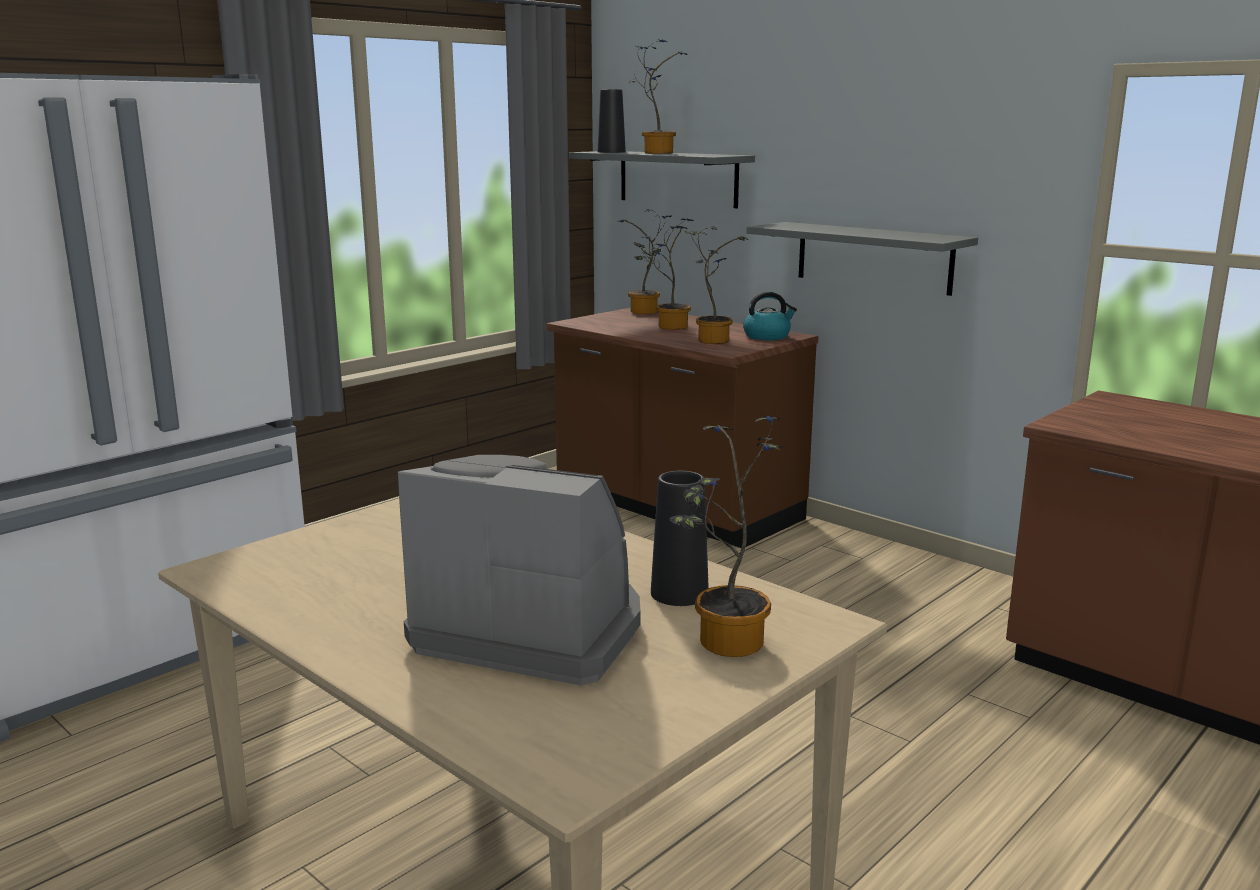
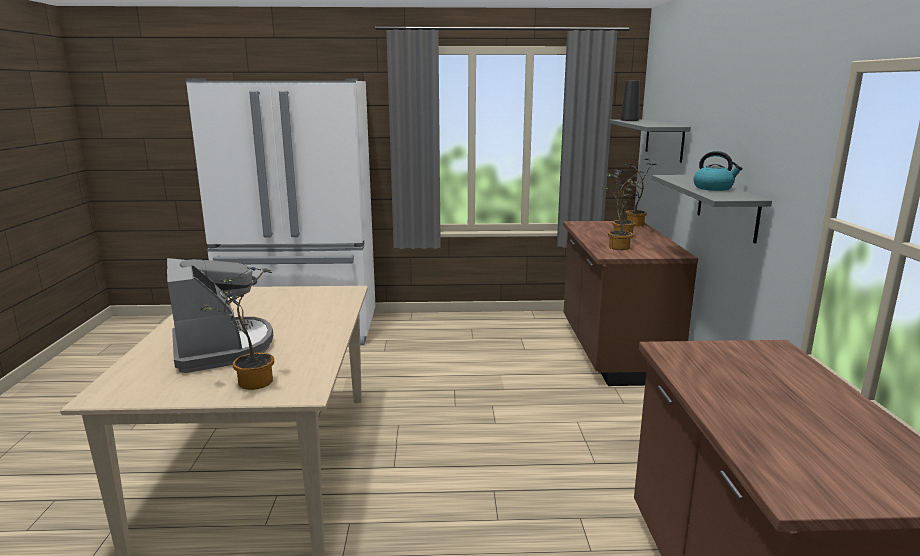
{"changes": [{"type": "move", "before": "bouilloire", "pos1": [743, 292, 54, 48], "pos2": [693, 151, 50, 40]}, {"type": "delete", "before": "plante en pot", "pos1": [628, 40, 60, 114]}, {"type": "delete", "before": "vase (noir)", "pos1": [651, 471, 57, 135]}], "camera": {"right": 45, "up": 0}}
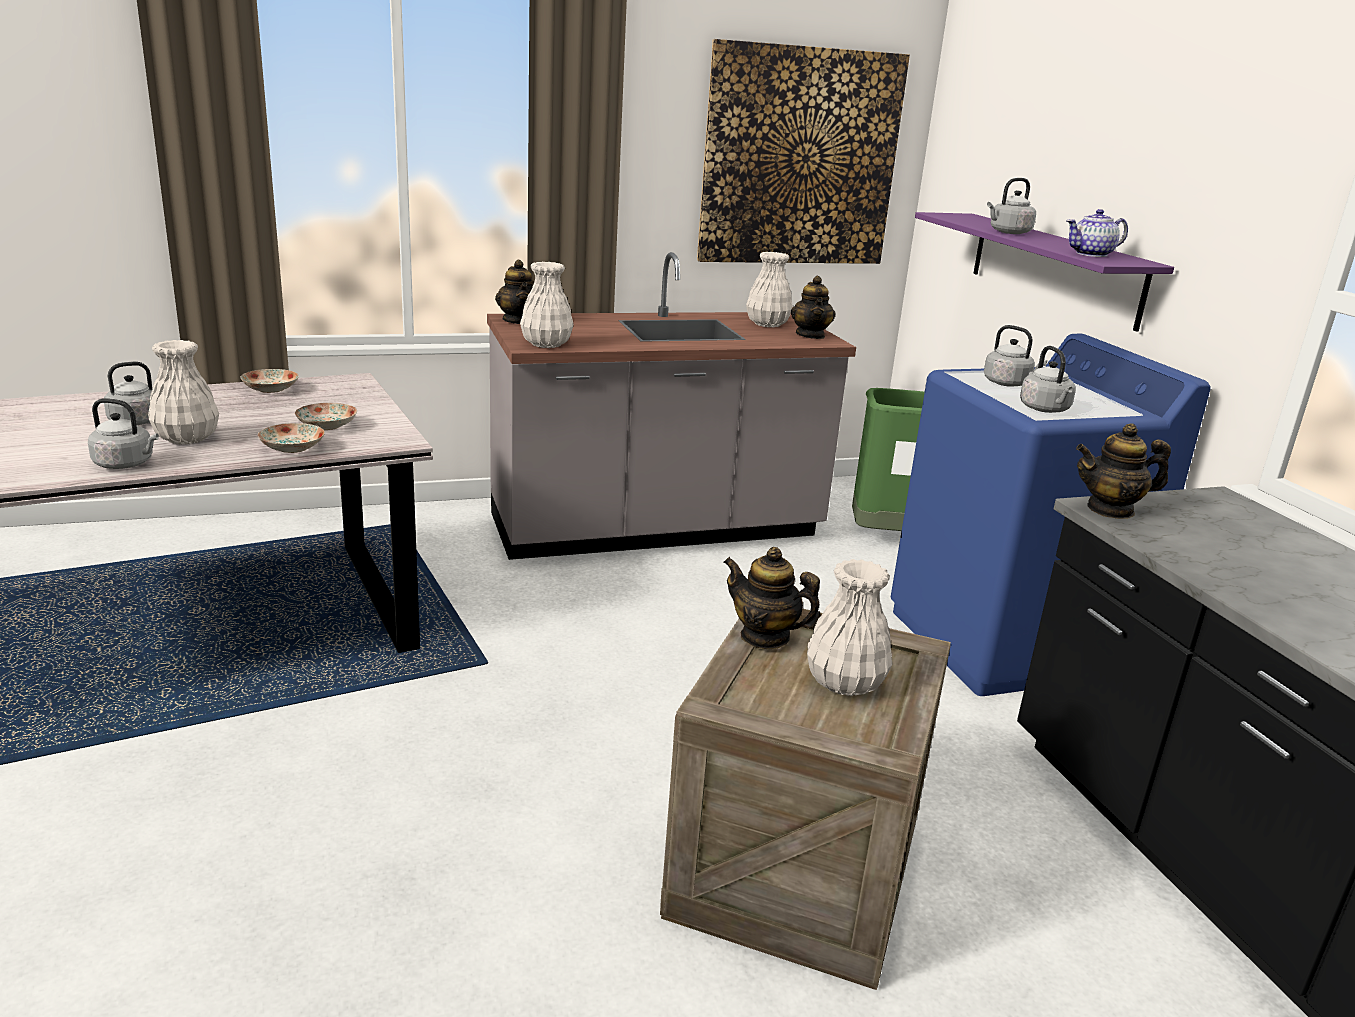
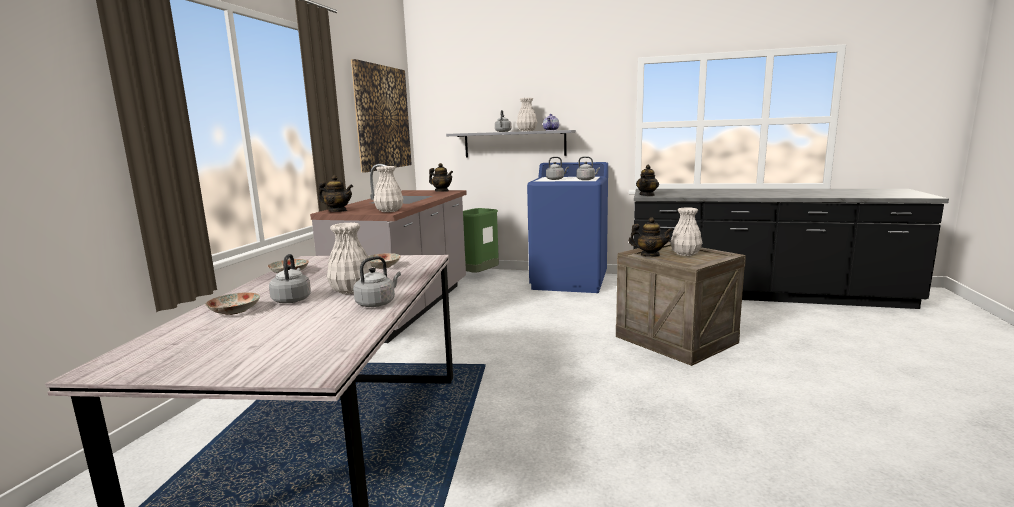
{"changes": [{"type": "move", "before": "assiette", "pos1": [258, 423, 67, 30], "pos2": [205, 292, 55, 23]}, {"type": "recolor", "before": "étagère (violet)", "after": "étagère (gris)", "pos1": [915, 212, 259, 120], "pos2": [446, 130, 130, 28]}, {"type": "move", "before": "vase (blanc)", "pos1": [746, 252, 47, 75], "pos2": [517, 98, 20, 33]}, {"type": "rotate", "before": "théière", "pos1": [723, 547, 98, 102], "pos2": [629, 217, 44, 40], "turn": -135}], "camera": {"right": -55, "up": -10}}
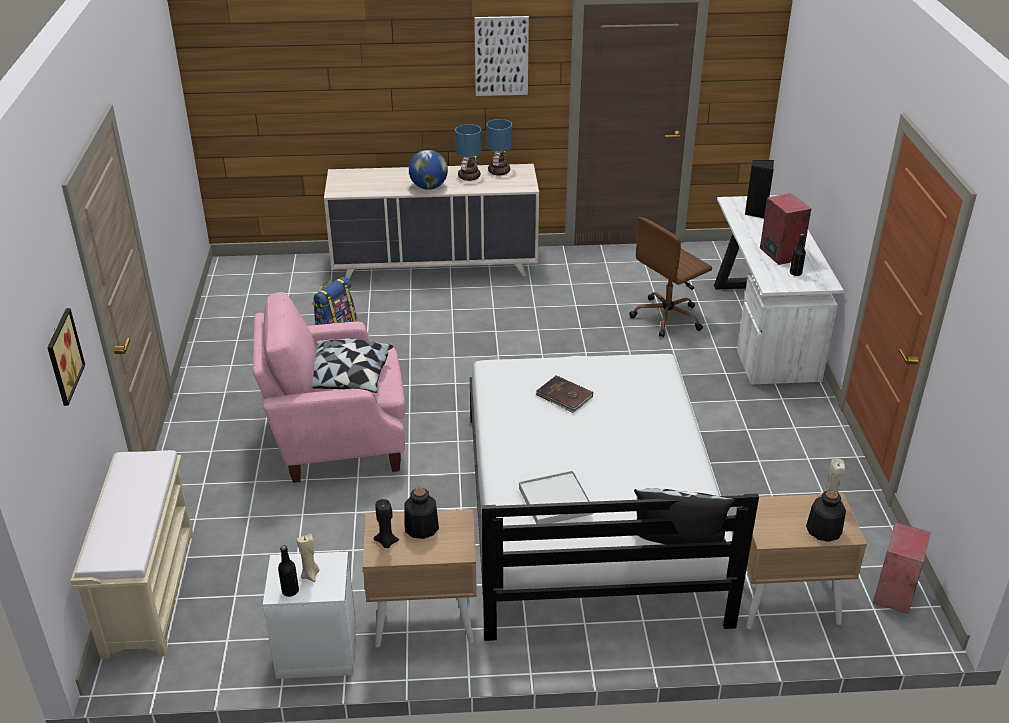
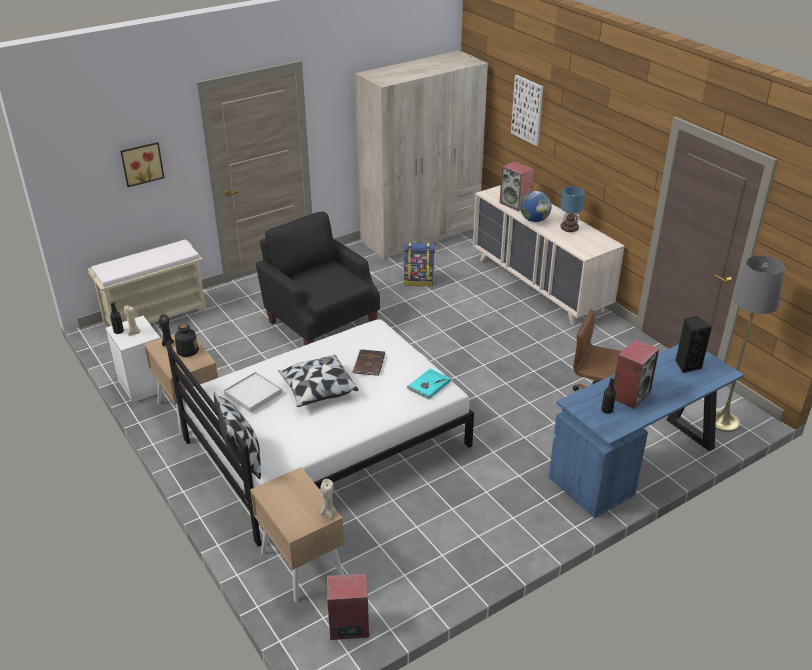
{"changes": [{"type": "recolor", "before": "fauteuil (rose)", "after": "fauteuil (noir)", "pos1": [253, 292, 153, 191], "pos2": [256, 212, 124, 133]}, {"type": "move", "before": "coussin", "pos1": [312, 338, 81, 55], "pos2": [278, 355, 81, 52]}, {"type": "insert", "after": "armoire (beige)", "pos2": [355, 50, 133, 209]}, {"type": "insert", "after": "livre (turquoise)", "pos2": [406, 369, 45, 30]}, {"type": "insert", "after": "enceinte", "pos2": [500, 161, 34, 50]}, {"type": "move", "before": "tableau", "pos1": [474, 16, 55, 80], "pos2": [511, 75, 32, 71]}, {"type": "recolor", "before": "bureau (blanc)", "after": "bureau (bleu)", "pos1": [714, 195, 130, 190], "pos2": [549, 344, 195, 174]}, {"type": "insert", "after": "lampadaire (gris)", "pos2": [715, 255, 70, 177]}, {"type": "delete", "before": "lampe de table", "pos1": [486, 119, 26, 56]}, {"type": "delete", "before": "bouteille", "pos1": [806, 490, 40, 52]}], "camera": {"right": 60, "up": 0}}
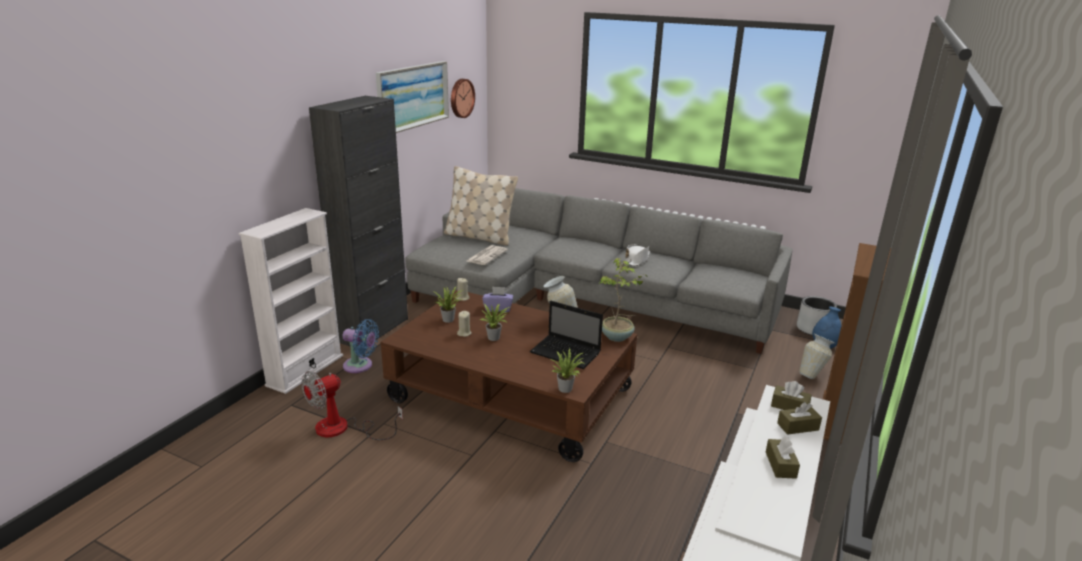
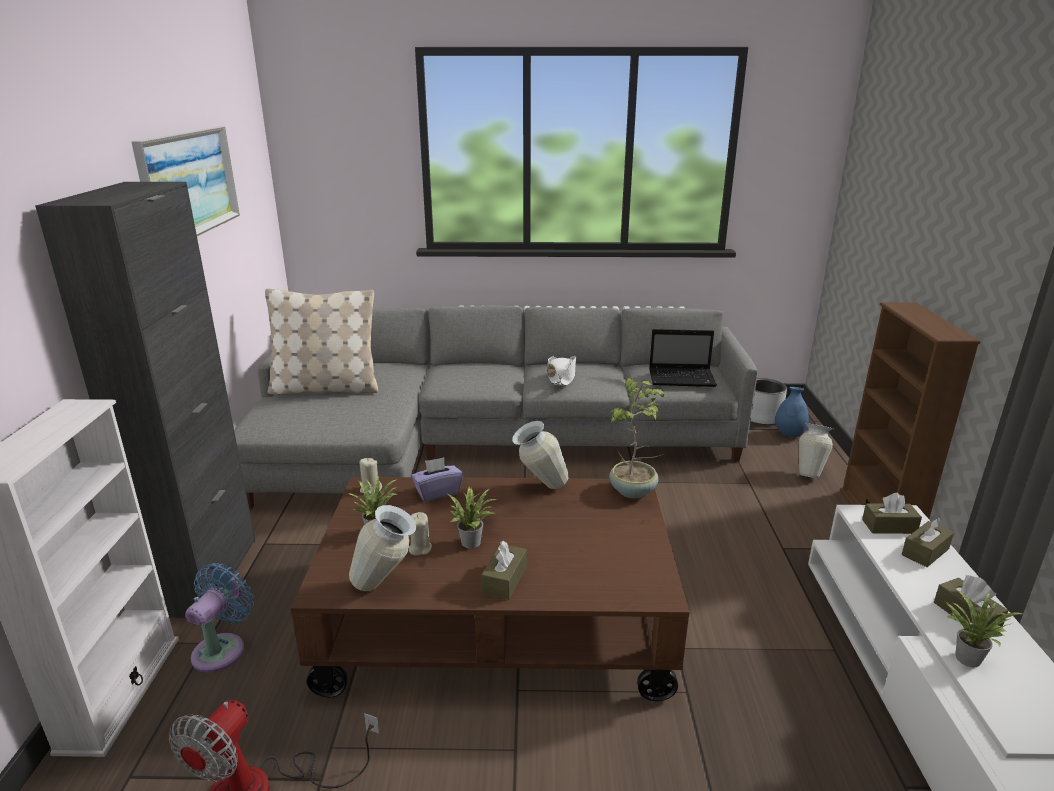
{"changes": [{"type": "rotate", "before": "ventilateur (bleu)", "pos1": [342, 319, 37, 54], "pos2": [185, 563, 69, 110], "turn": -60}, {"type": "insert", "after": "vase", "pos2": [349, 505, 67, 86]}, {"type": "insert", "after": "boîte à mouchoirs (marron)", "pos2": [481, 540, 46, 60]}, {"type": "move", "before": "ordinateur portable", "pos1": [530, 301, 73, 68], "pos2": [649, 329, 68, 58]}, {"type": "move", "before": "plante en pot", "pos1": [550, 348, 36, 45], "pos2": [946, 591, 78, 77]}, {"type": "delete", "before": "horloge murale", "pos1": [451, 79, 24, 39]}, {"type": "delete", "before": "journal", "pos1": [467, 245, 41, 20]}], "camera": {"right": -25, "up": 0}}
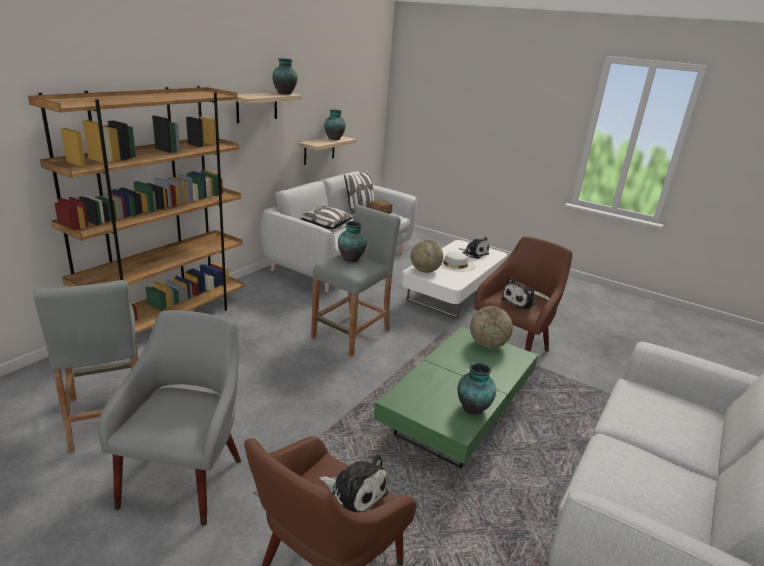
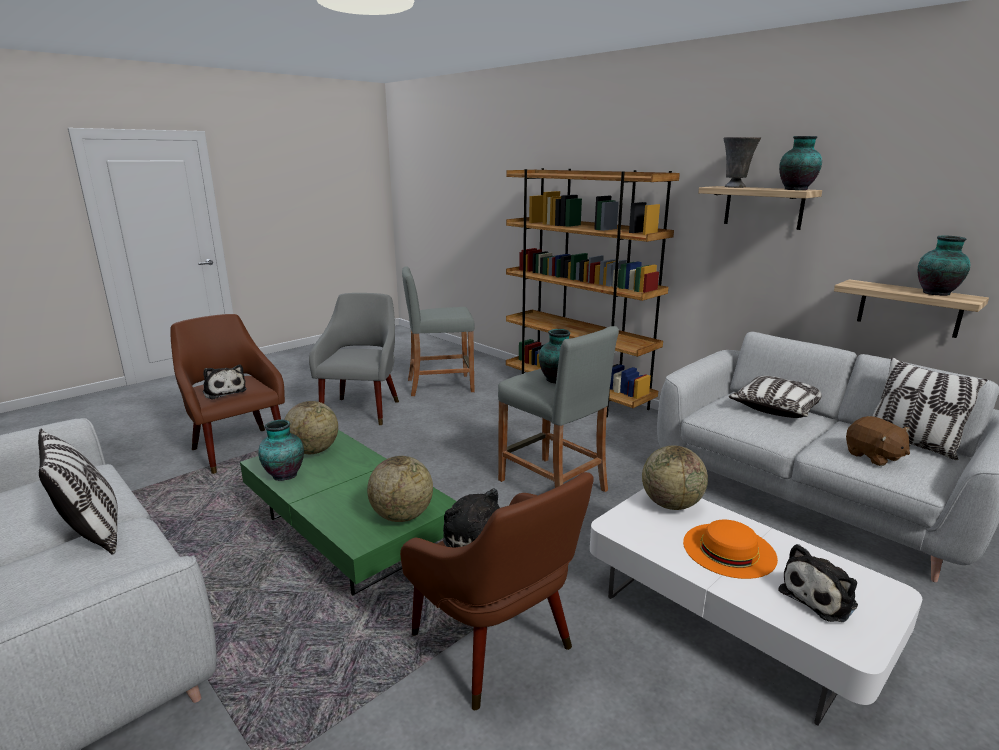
{"changes": [{"type": "insert", "after": "coussin", "pos2": [38, 429, 80, 126]}, {"type": "rotate", "before": "peluche", "pos1": [319, 454, 69, 58], "pos2": [203, 365, 43, 34], "turn": -90}, {"type": "insert", "after": "globe", "pos2": [284, 401, 54, 53]}, {"type": "rotate", "before": "fauteuil (gris)", "pos1": [98, 310, 143, 216], "pos2": [309, 293, 90, 132], "turn": -105}, {"type": "recolor", "before": "chapeau (blanc)", "after": "chapeau (orange)", "pos1": [440, 252, 35, 20], "pos2": [683, 520, 95, 59]}, {"type": "insert", "after": "vase (gris)", "pos2": [723, 137, 38, 51]}], "camera": {"right": 105, "up": -5}}
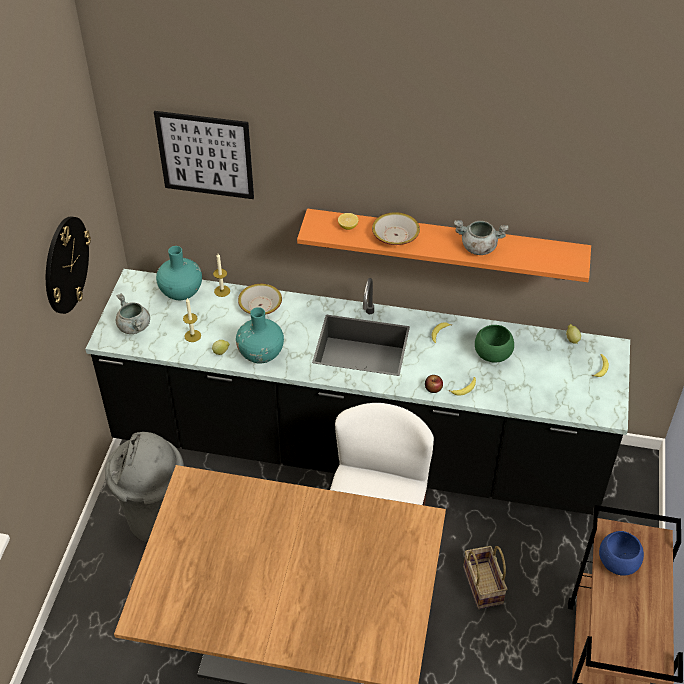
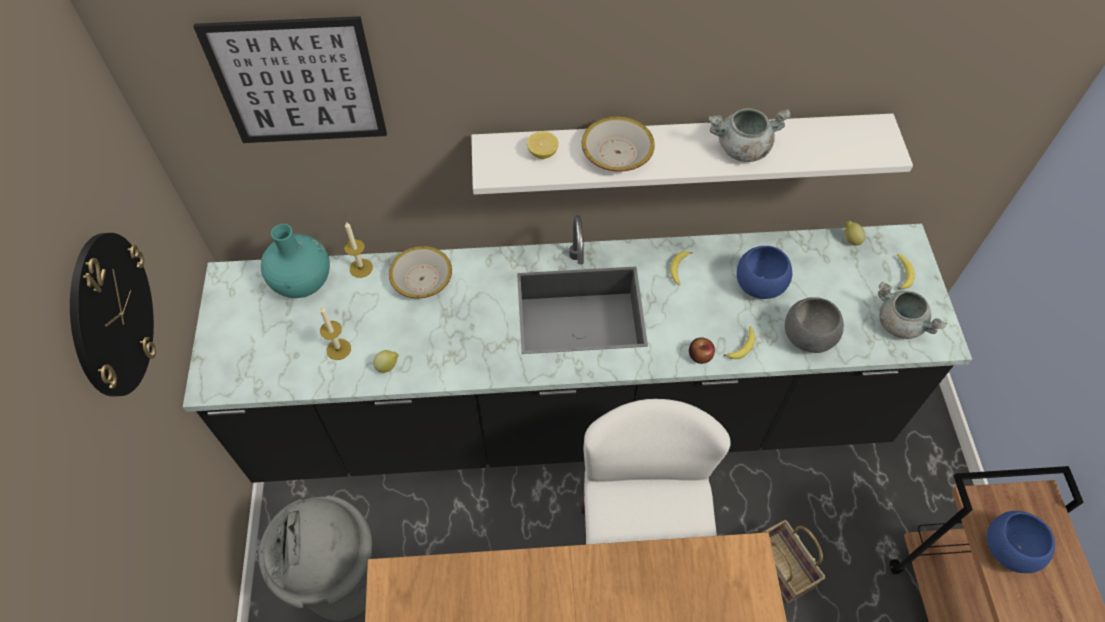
{"changes": [{"type": "recolor", "before": "étagère (orange)", "after": "étagère (blanc)", "pos1": [297, 209, 294, 73], "pos2": [471, 113, 442, 82]}, {"type": "recolor", "before": "bol (vert)", "after": "bol (bleu)", "pos1": [475, 325, 39, 37], "pos2": [737, 246, 55, 53]}, {"type": "insert", "after": "bol (gris)", "pos2": [785, 297, 59, 56]}, {"type": "move", "before": "marmite (gris)", "pos1": [116, 294, 34, 40], "pos2": [878, 282, 69, 57]}, {"type": "delete", "before": "vase (turquoise)", "pos1": [236, 307, 48, 57]}], "camera": {"right": -15, "up": 10}}
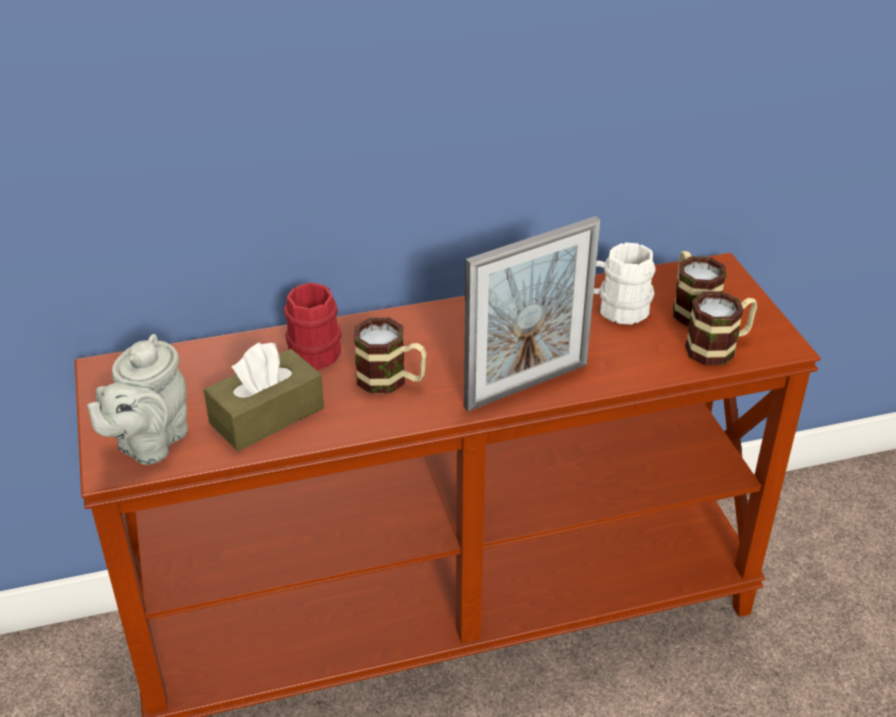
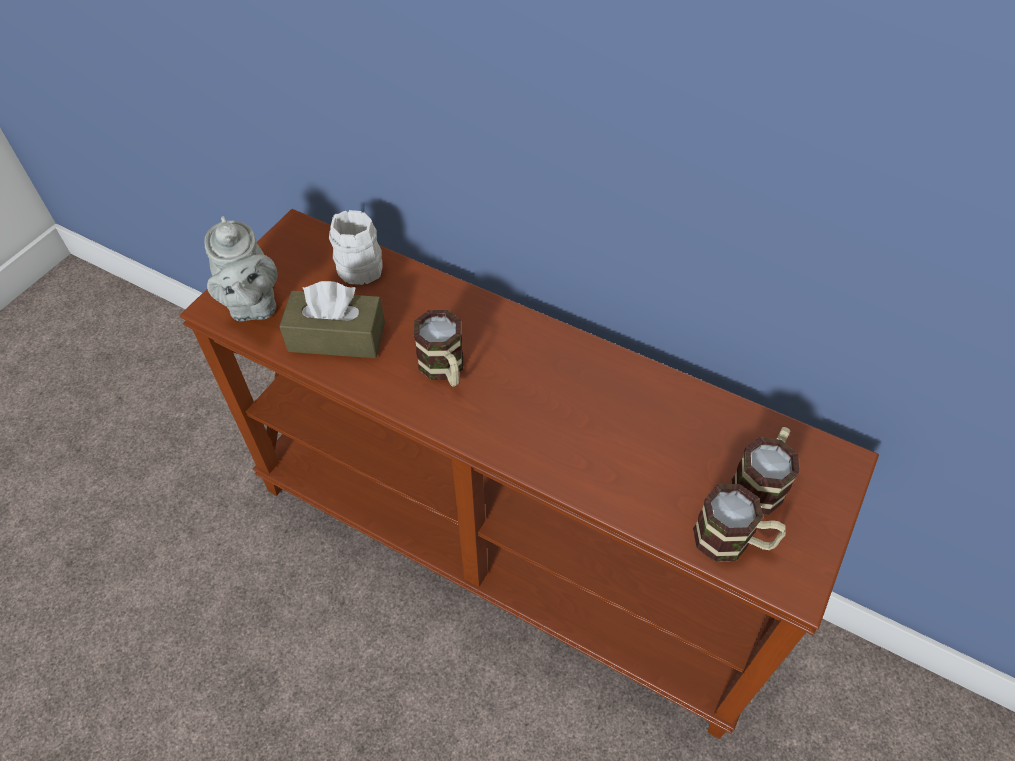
{"changes": [{"type": "rotate", "before": "théière (gris)", "pos1": [87, 334, 101, 131], "pos2": [204, 216, 73, 105], "turn": -90}, {"type": "move", "before": "mug (blanc)", "pos1": [594, 243, 61, 82], "pos2": [329, 210, 54, 75]}, {"type": "delete", "before": "mug (rouge)", "pos1": [284, 283, 58, 87]}, {"type": "delete", "before": "cadre photo", "pos1": [464, 216, 136, 195]}], "camera": {"right": 45, "up": 15}}
